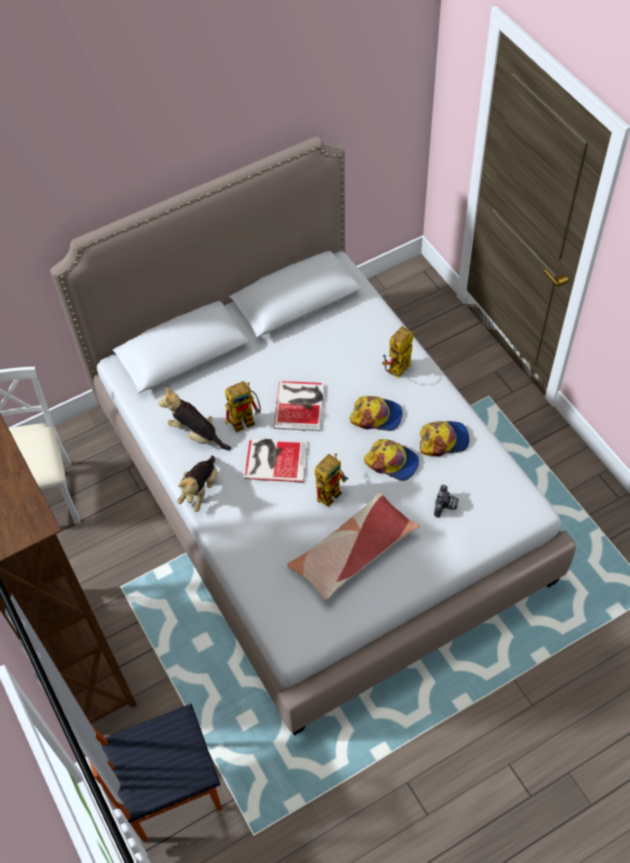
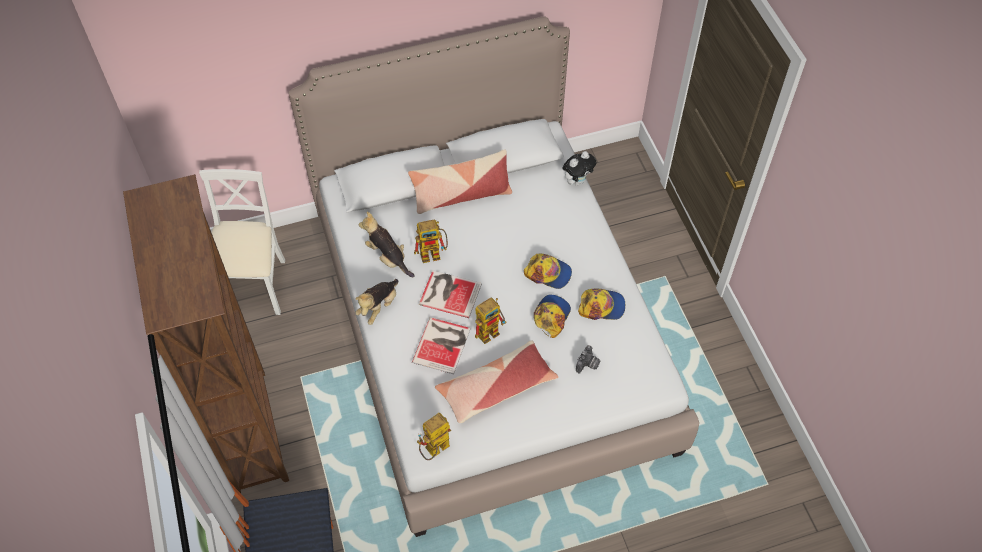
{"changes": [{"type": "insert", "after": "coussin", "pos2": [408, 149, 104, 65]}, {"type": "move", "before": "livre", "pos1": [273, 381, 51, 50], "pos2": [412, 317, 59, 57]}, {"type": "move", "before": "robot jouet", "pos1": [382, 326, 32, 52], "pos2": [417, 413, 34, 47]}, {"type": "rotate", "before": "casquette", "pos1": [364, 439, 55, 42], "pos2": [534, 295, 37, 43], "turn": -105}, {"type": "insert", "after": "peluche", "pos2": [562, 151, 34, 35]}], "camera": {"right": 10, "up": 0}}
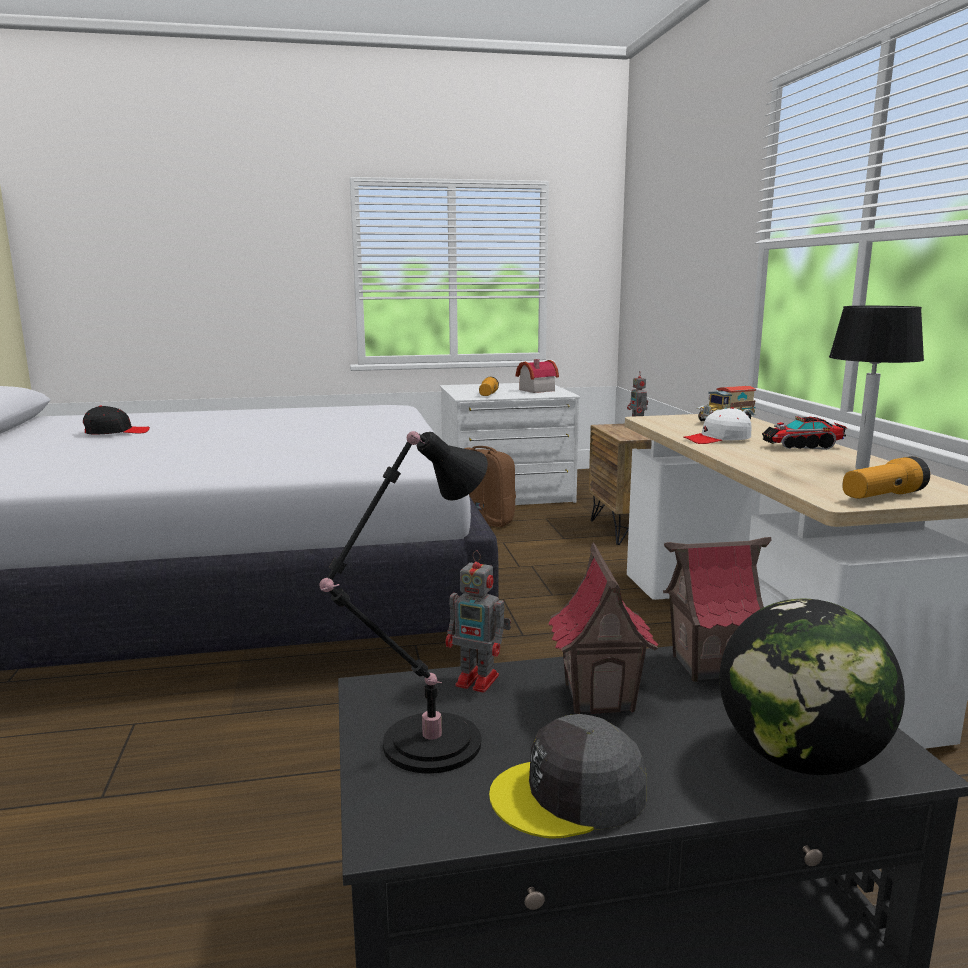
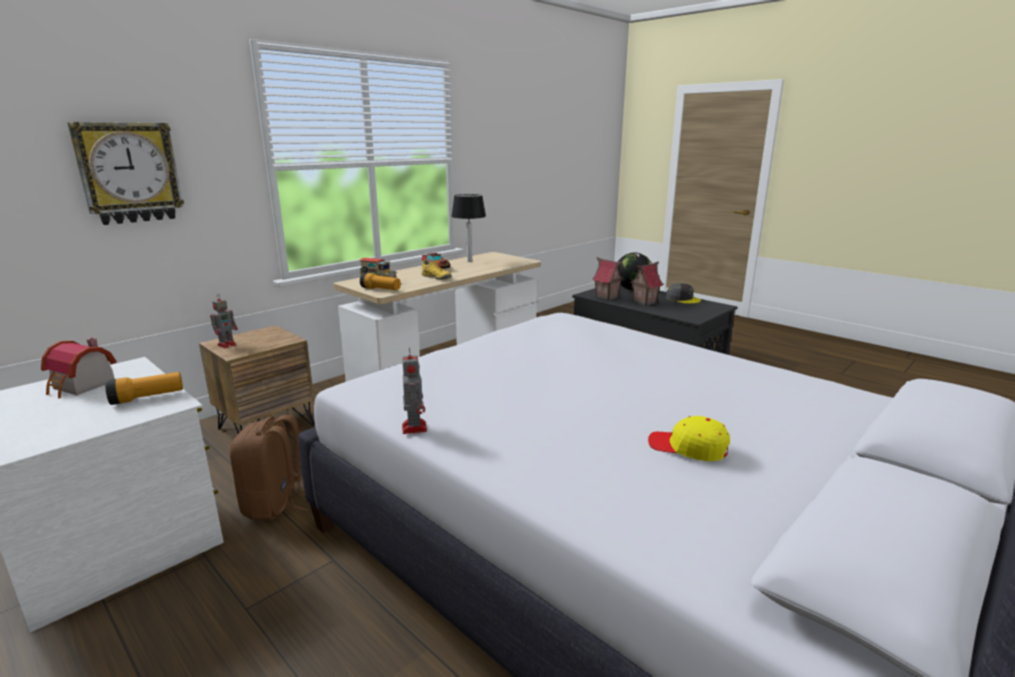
{"changes": [{"type": "insert", "after": "horloge murale", "pos2": [67, 122, 117, 103]}, {"type": "move", "before": "lampe de poche", "pos1": [842, 456, 88, 43], "pos2": [360, 272, 41, 18]}, {"type": "move", "before": "robot jouet", "pos1": [446, 550, 65, 142], "pos2": [402, 348, 25, 86]}, {"type": "replace", "before": "casquette (blanc)", "after": "chaussure (jaune)", "pos1": [683, 407, 68, 37], "pos2": [420, 259, 32, 21]}, {"type": "recolor", "before": "casquette (noir)", "after": "casquette (jaune)", "pos1": [83, 405, 67, 29], "pos2": [648, 416, 82, 45]}, {"type": "delete", "before": "lampe de table (noir)", "pos1": [319, 431, 169, 343]}], "camera": {"right": -125, "up": 5}}
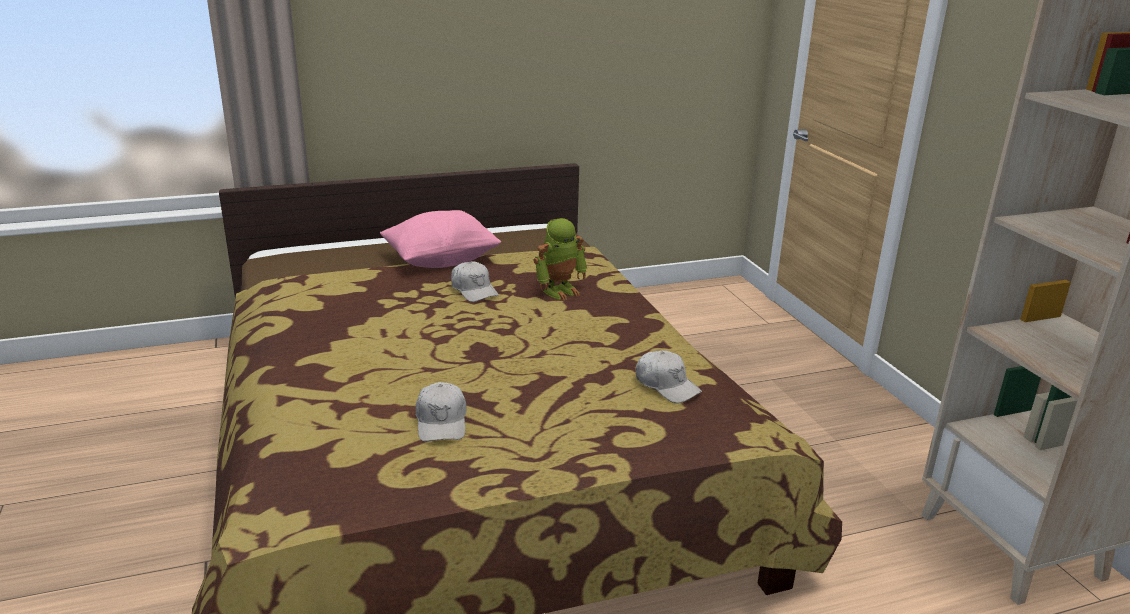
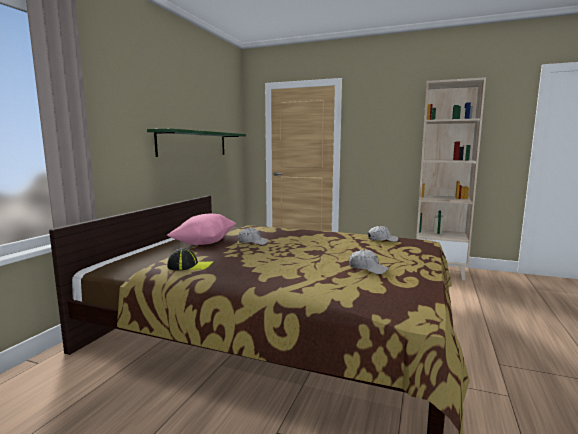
{"changes": [{"type": "insert", "after": "étagère (vert)", "pos2": [147, 129, 99, 28]}, {"type": "insert", "after": "casquette", "pos2": [167, 248, 46, 23]}, {"type": "delete", "before": "robot jouet", "pos1": [533, 218, 54, 82]}], "camera": {"right": -50, "up": -15}}
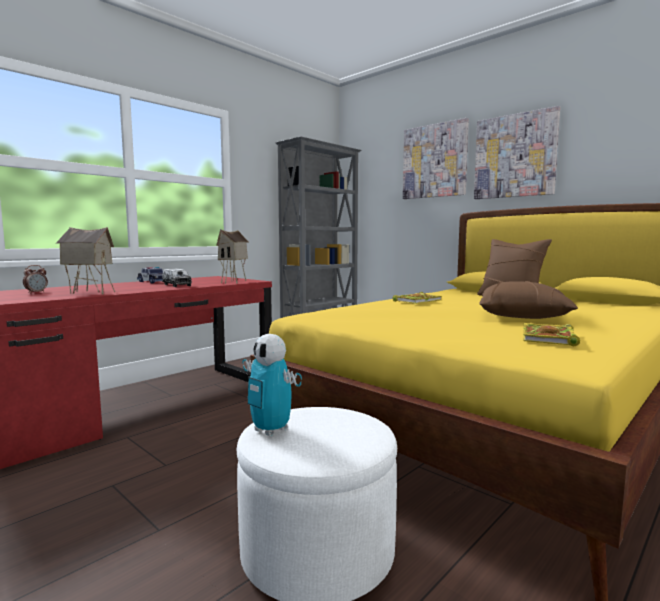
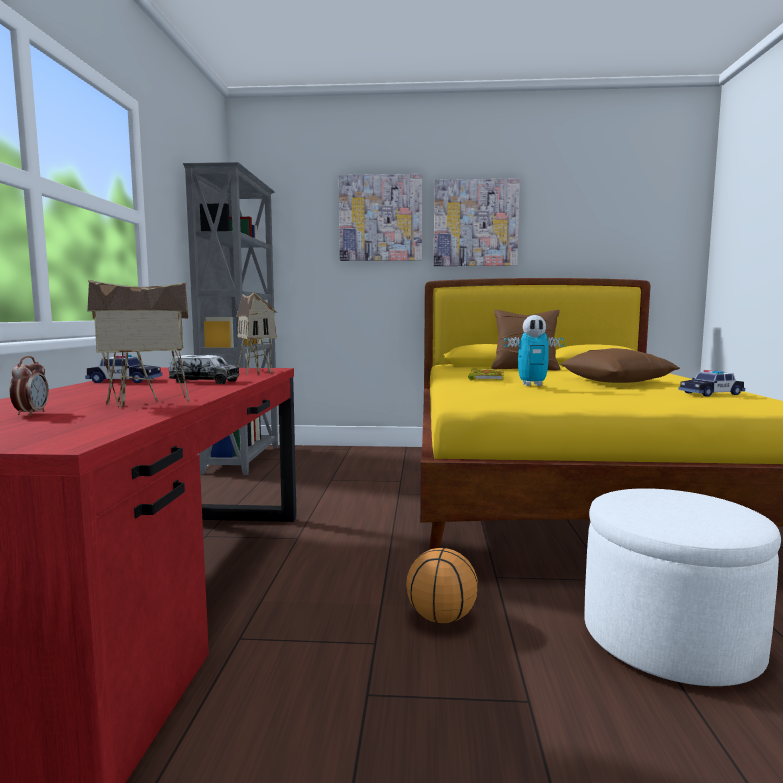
{"changes": [{"type": "insert", "after": "ballon de basket", "pos2": [406, 548, 72, 75]}, {"type": "move", "before": "robot jouet", "pos1": [242, 334, 60, 103], "pos2": [504, 315, 60, 71]}, {"type": "replace", "before": "livre", "after": "petite voiture", "pos1": [523, 323, 57, 23], "pos2": [679, 370, 66, 26]}], "camera": {"right": -40, "up": 0}}
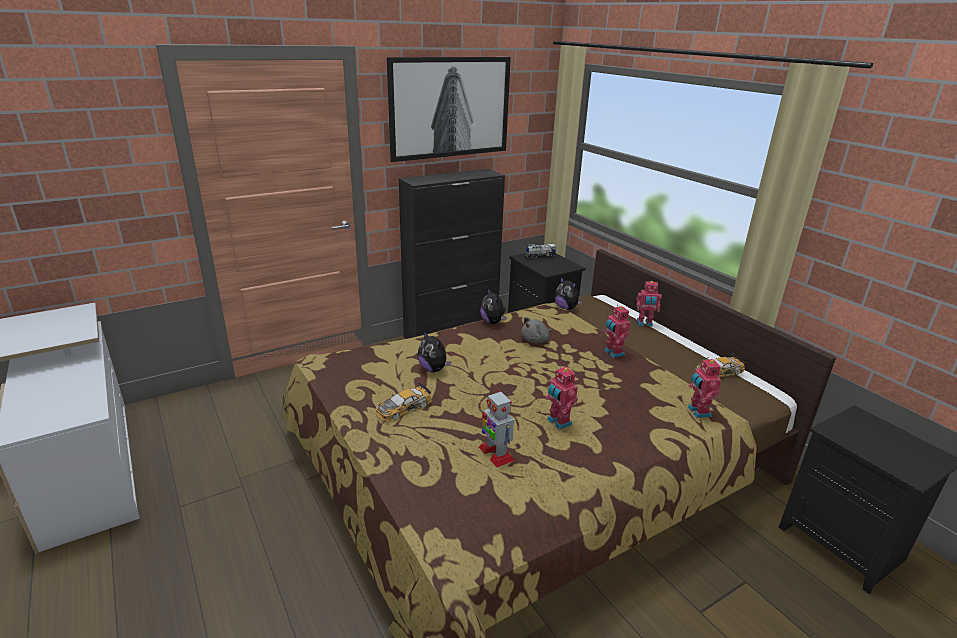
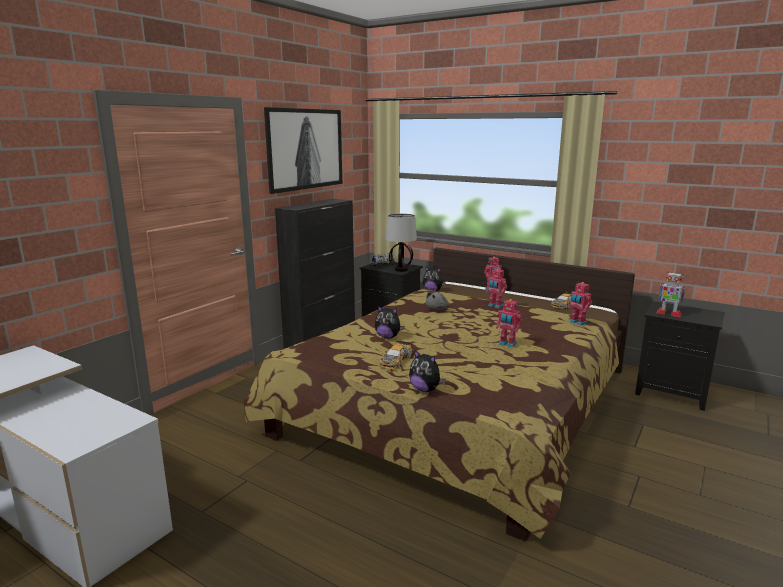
{"changes": [{"type": "insert", "after": "lampe de table", "pos2": [386, 214, 31, 58]}, {"type": "move", "before": "peluche", "pos1": [480, 288, 27, 36], "pos2": [409, 349, 37, 43]}, {"type": "move", "before": "robot jouet", "pos1": [479, 390, 36, 77], "pos2": [657, 272, 29, 45]}], "camera": {"right": -25, "up": -10}}
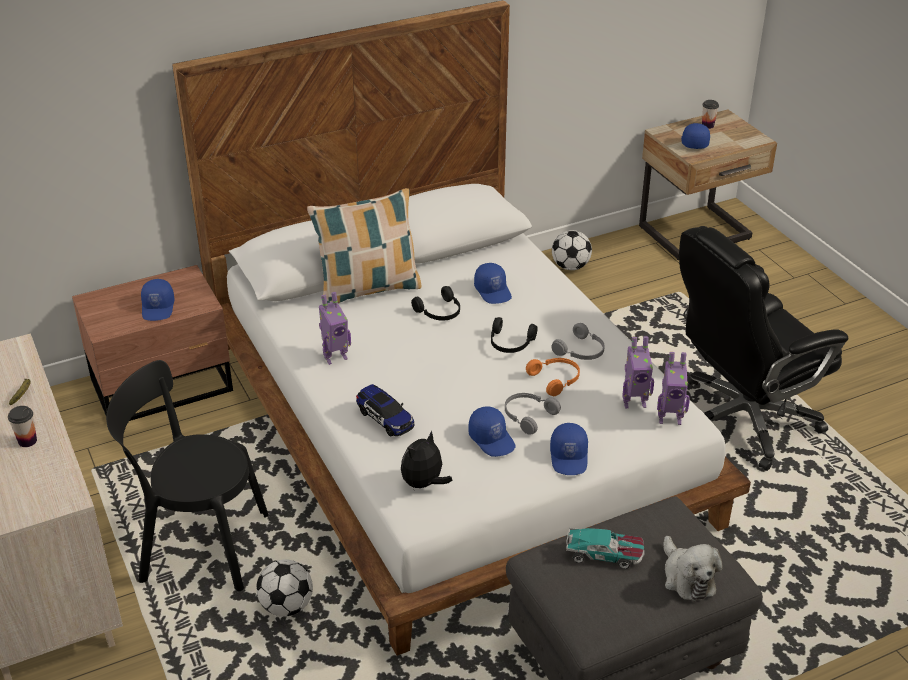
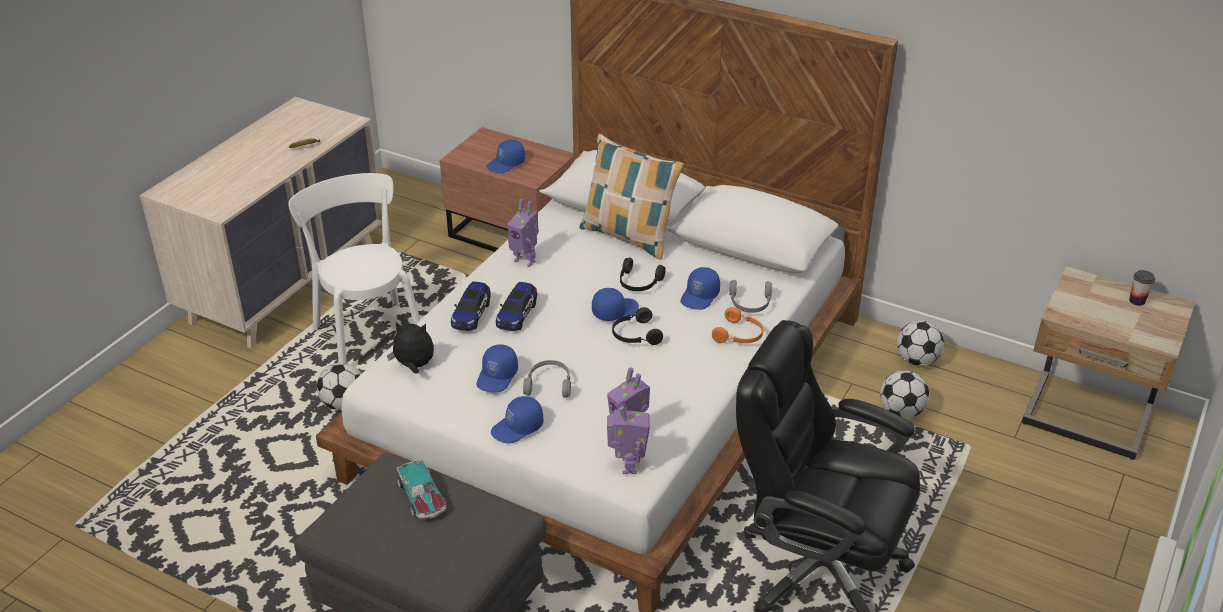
{"changes": [{"type": "recolor", "before": "chaise (noir)", "after": "chaise (blanc)", "pos1": [106, 360, 162, 231], "pos2": [289, 173, 131, 190]}, {"type": "insert", "after": "petite voiture", "pos2": [496, 282, 41, 49]}, {"type": "move", "before": "casquette (bleu)", "pos1": [681, 123, 29, 26], "pos2": [592, 288, 47, 33]}, {"type": "rotate", "before": "robot jouet", "pos1": [657, 352, 33, 73], "pos2": [607, 398, 43, 76], "turn": -150}, {"type": "move", "before": "casque audio (orange)", "pos1": [526, 358, 54, 38], "pos2": [712, 307, 51, 36]}, {"type": "move", "before": "casque audio (gris)", "pos1": [551, 323, 54, 37], "pos2": [729, 280, 43, 33]}, {"type": "insert", "after": "ballon de foot", "pos2": [880, 370, 49, 48]}, {"type": "delete", "before": "tasse", "pos1": [8, 406, 29, 41]}, {"type": "delete", "before": "peluche", "pos1": [664, 536, 59, 66]}], "camera": {"right": 55, "up": 0}}
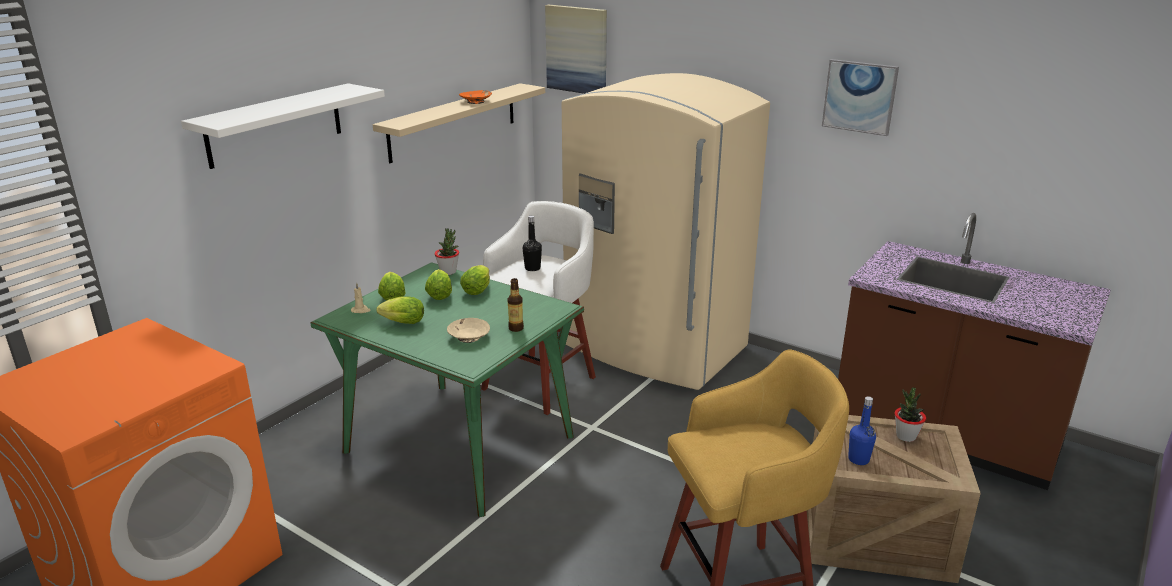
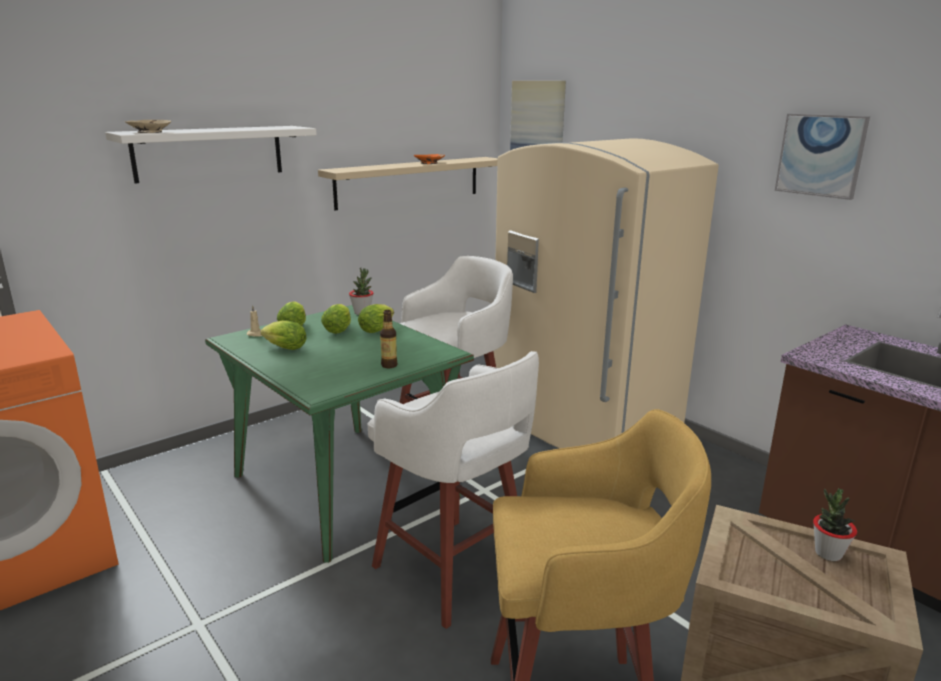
{"changes": [{"type": "move", "before": "bol (beige)", "pos1": [447, 318, 43, 25], "pos2": [125, 120, 46, 13]}, {"type": "insert", "after": "tabouret (blanc)", "pos2": [367, 351, 172, 278]}, {"type": "delete", "before": "bouteille (noir)", "pos1": [522, 216, 20, 55]}, {"type": "delete", "before": "bouteille (bleu)", "pos1": [848, 396, 28, 69]}], "camera": {"right": 15, "up": -5}}
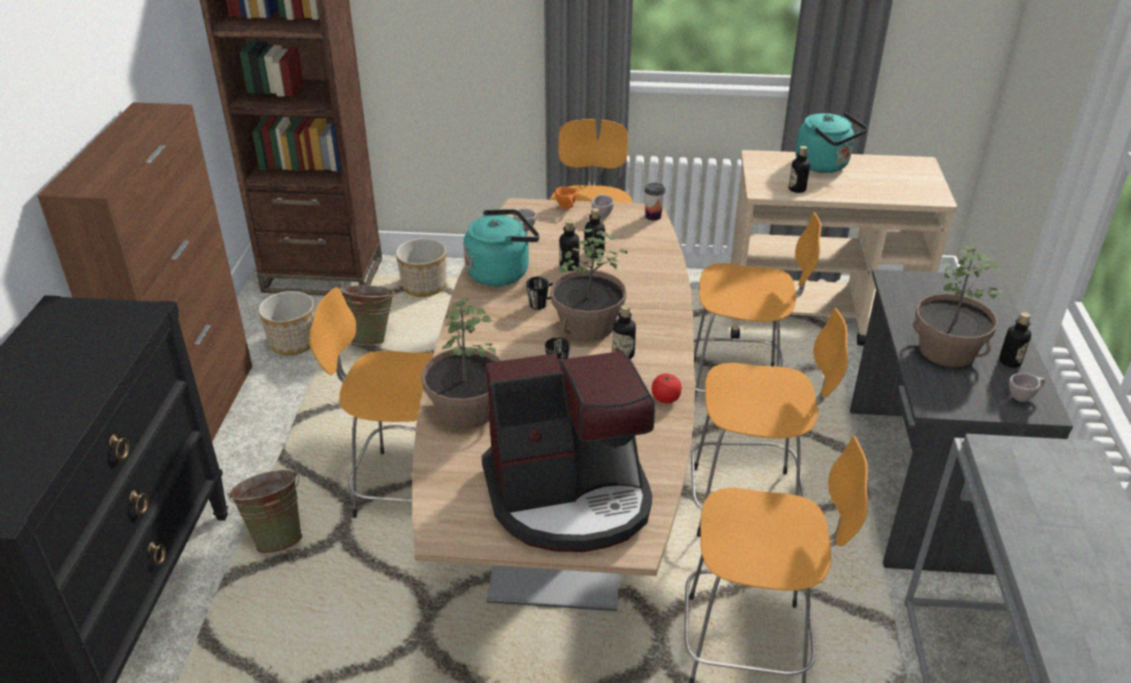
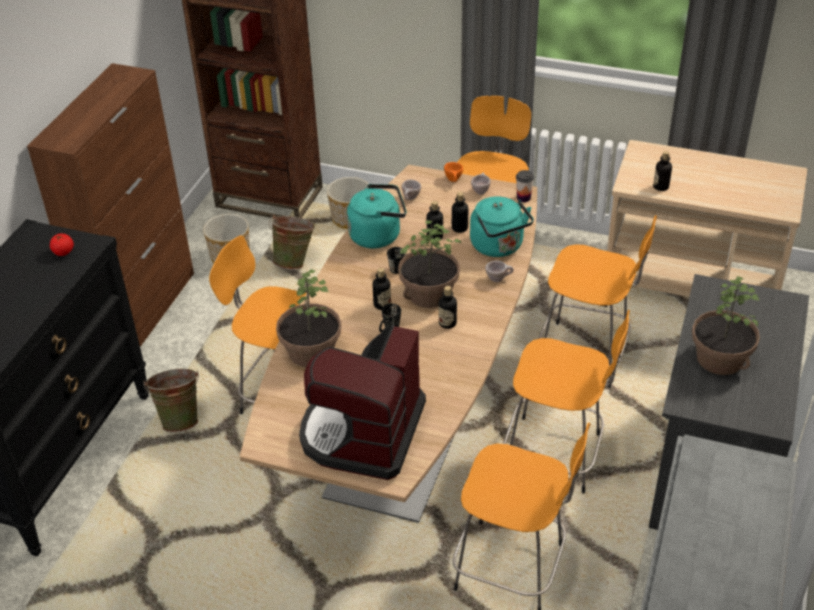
{"changes": [{"type": "move", "before": "tomate", "pos1": [652, 374, 30, 29], "pos2": [50, 233, 24, 23]}, {"type": "rotate", "before": "machine à café", "pos1": [482, 350, 173, 202], "pos2": [299, 324, 127, 156], "turn": 105}, {"type": "move", "before": "bouteille", "pos1": [999, 312, 32, 56], "pos2": [373, 268, 18, 42]}, {"type": "move", "before": "bouilloire (turquoise)", "pos1": [795, 112, 72, 61], "pos2": [470, 196, 64, 61]}, {"type": "move", "before": "tasse (beige)", "pos1": [1009, 373, 36, 29], "pos2": [485, 261, 29, 21]}], "camera": {"right": 15, "up": 5}}
